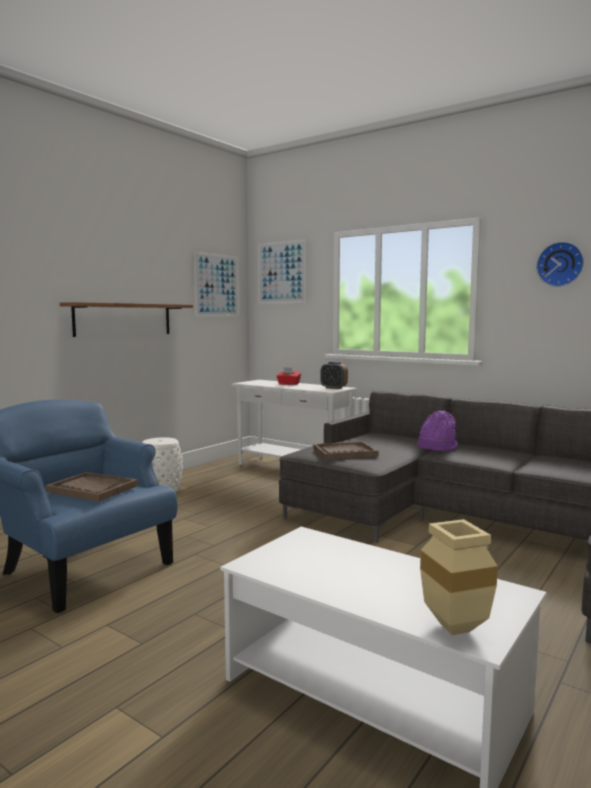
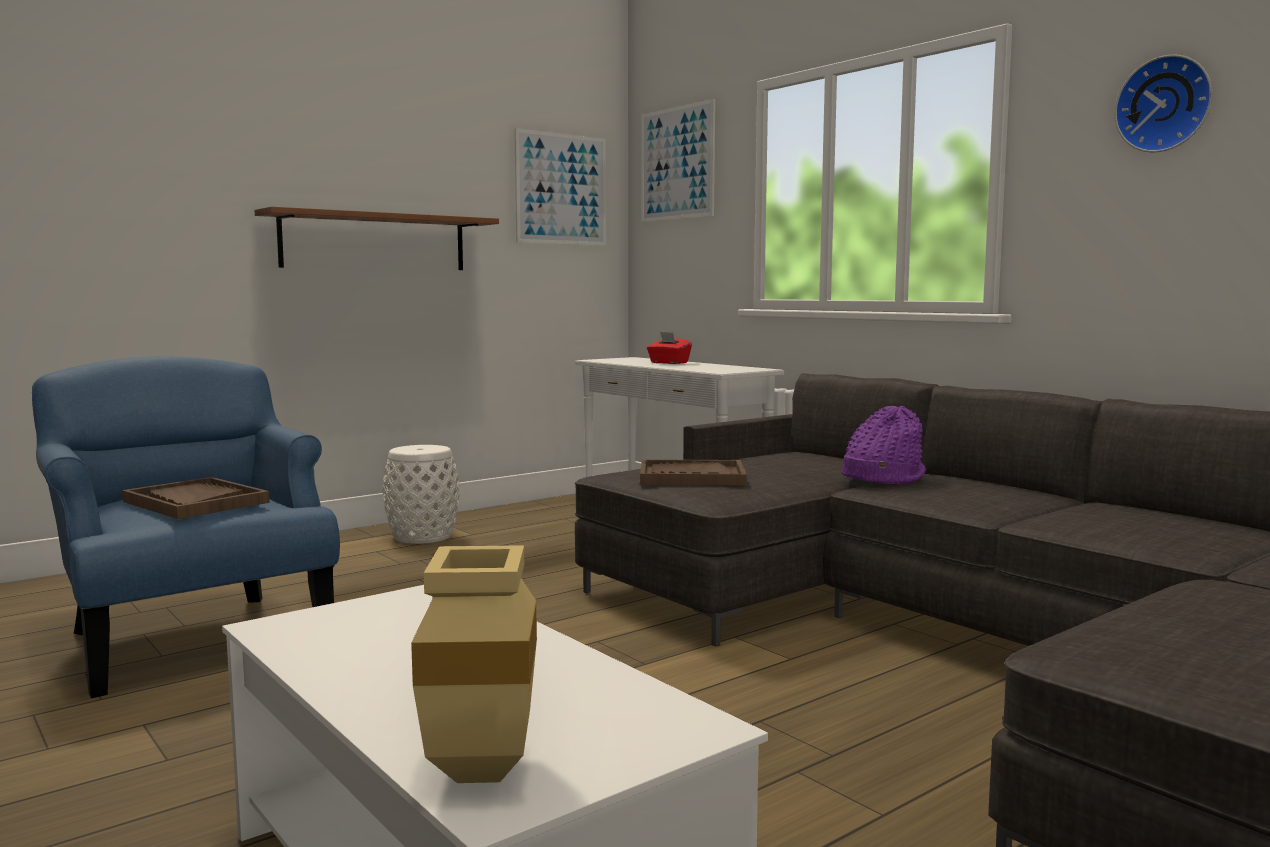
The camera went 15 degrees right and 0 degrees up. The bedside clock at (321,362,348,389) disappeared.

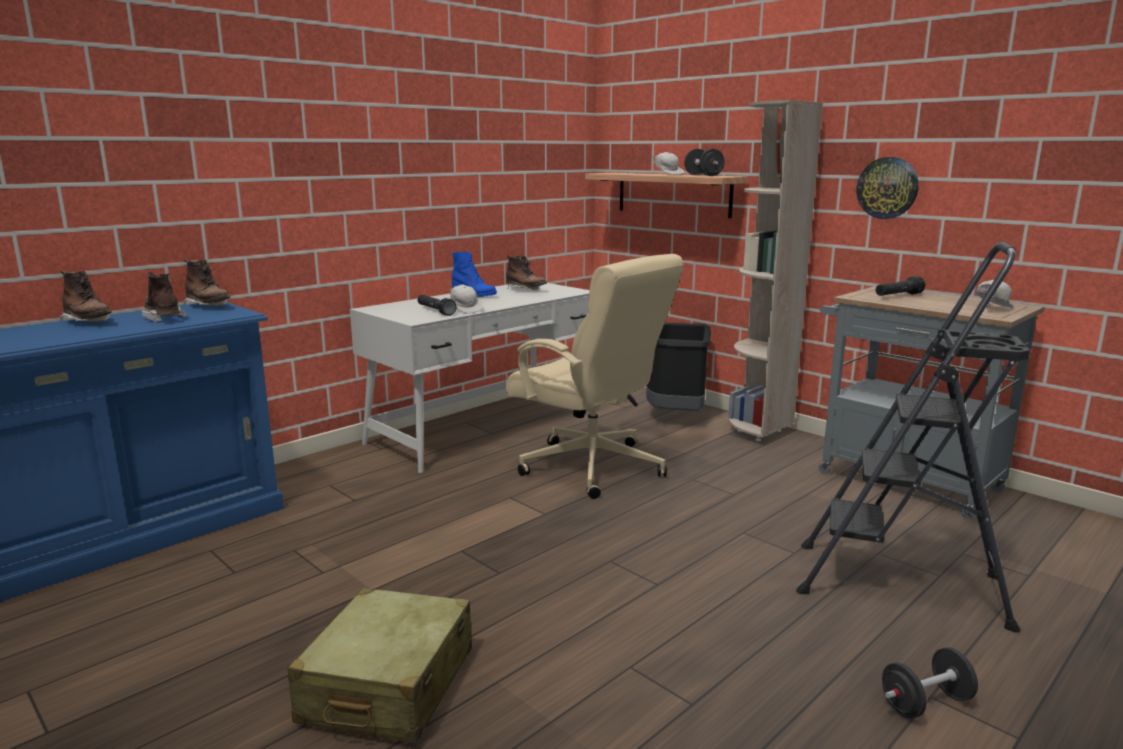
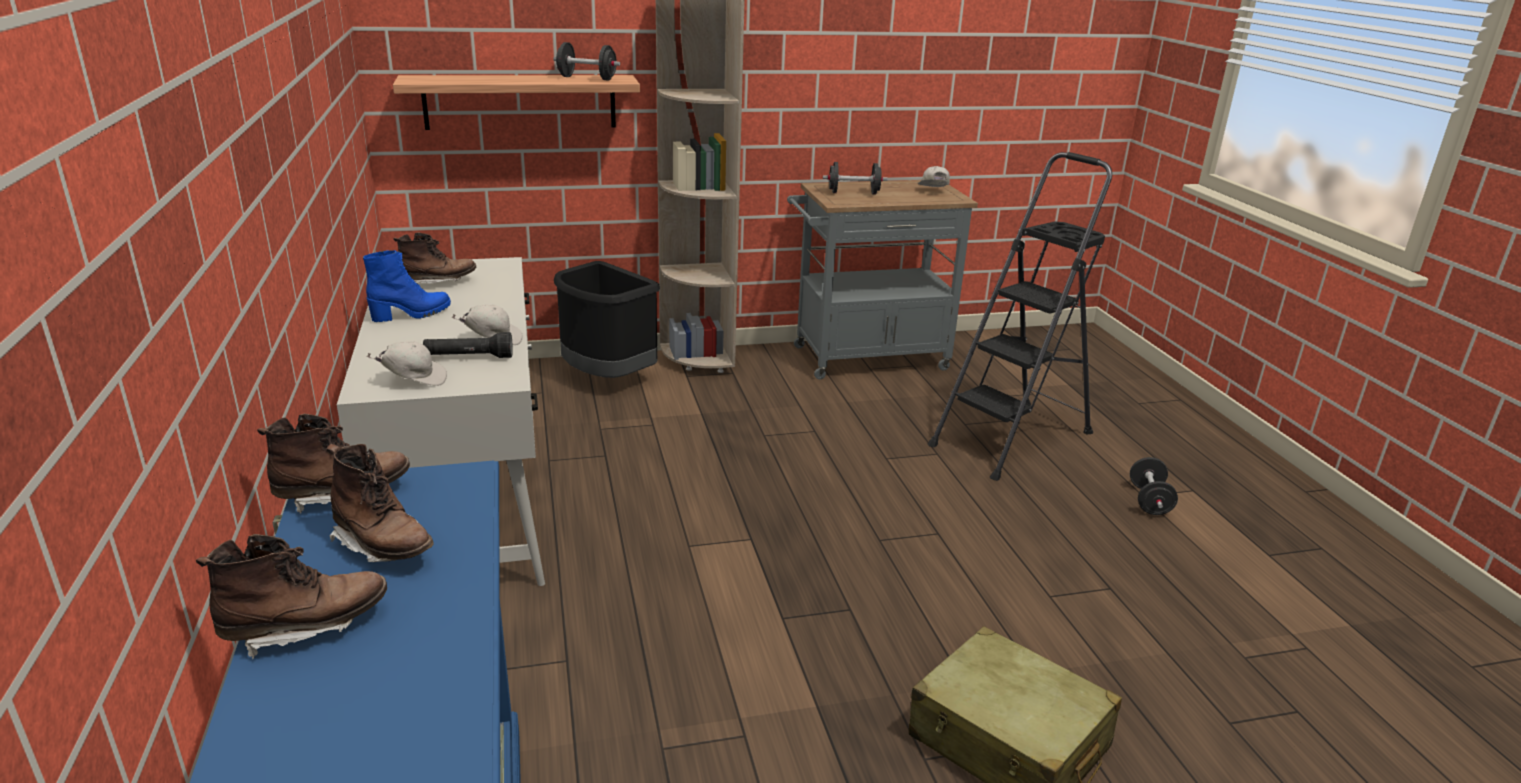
The camera went 60 degrees left and 10 degrees up. The boot (brownish) at (141,272,186,322) turned 135 degrees counterclockwise. The baseball cap (white-coloured) moved from (651,152,685,175) to (366,341,447,386). The flashlight (blackish) at (876,276,925,296) was replaced by the free weight (blackish) at (823,162,888,195). The desk chair (beige-coloured) at (506,254,683,499) disappeared. The clock on the wall at (857,157,919,219) disappeared.

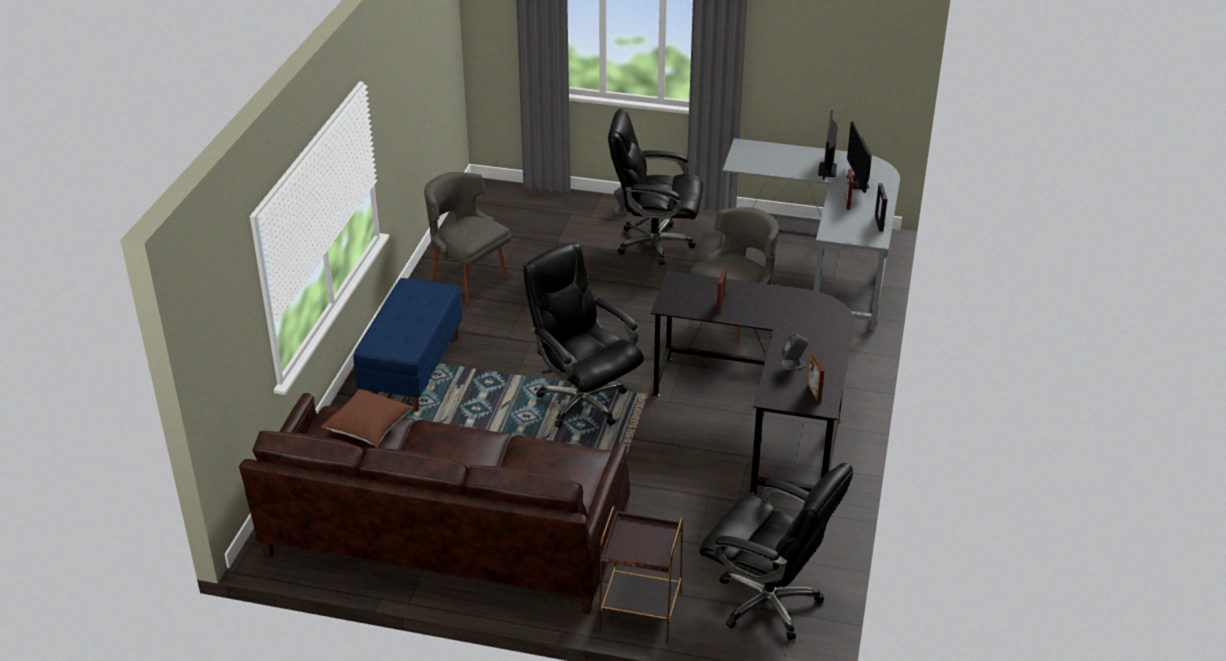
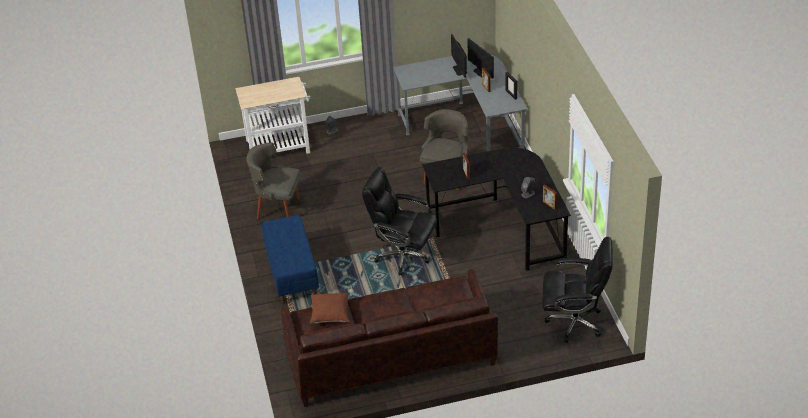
The camera went 25 degrees left and 5 degrees up. The wheeled cart (white-coloured) at (236,77,311,154) appeared. The end table (brownish) at (599,506,683,643) disappeared. The desk chair (blackish) at (608,109,703,265) disappeared.

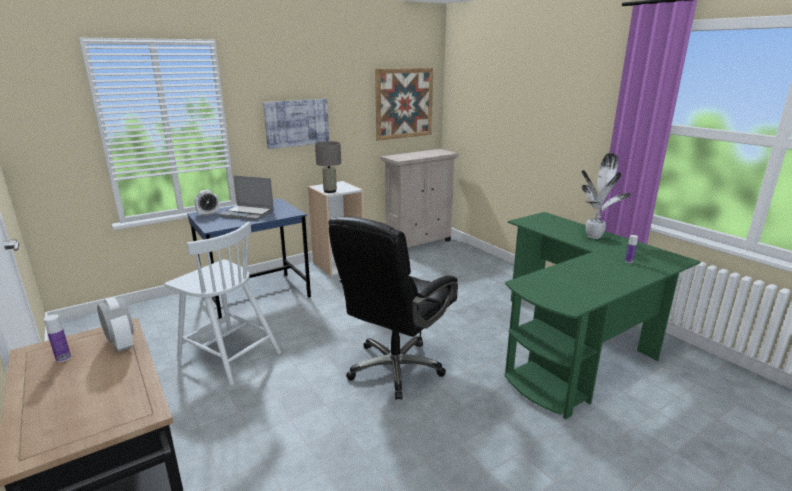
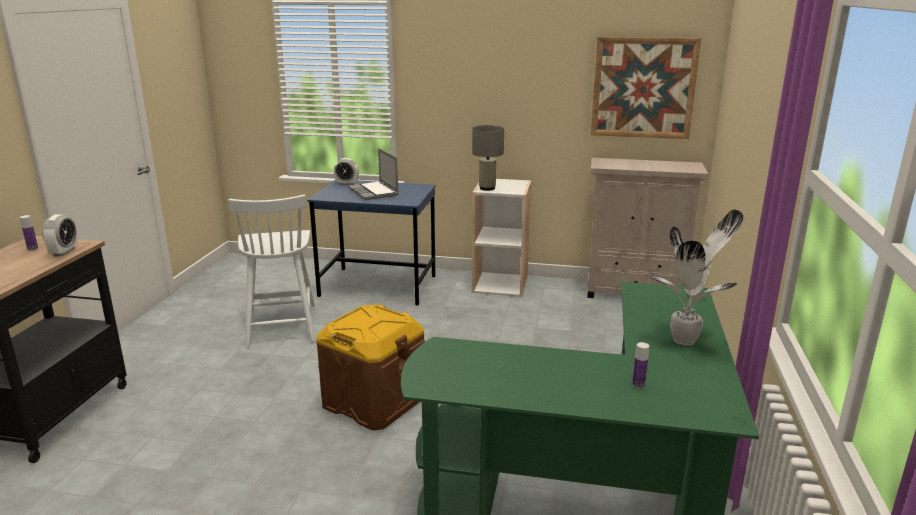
The camera went 45 degrees right and 0 degrees up. The desk chair (blackish) at (329,217,458,400) was replaced by the storage bin (brownish) at (317,304,425,430). The wall picture at (263,99,329,149) disappeared.

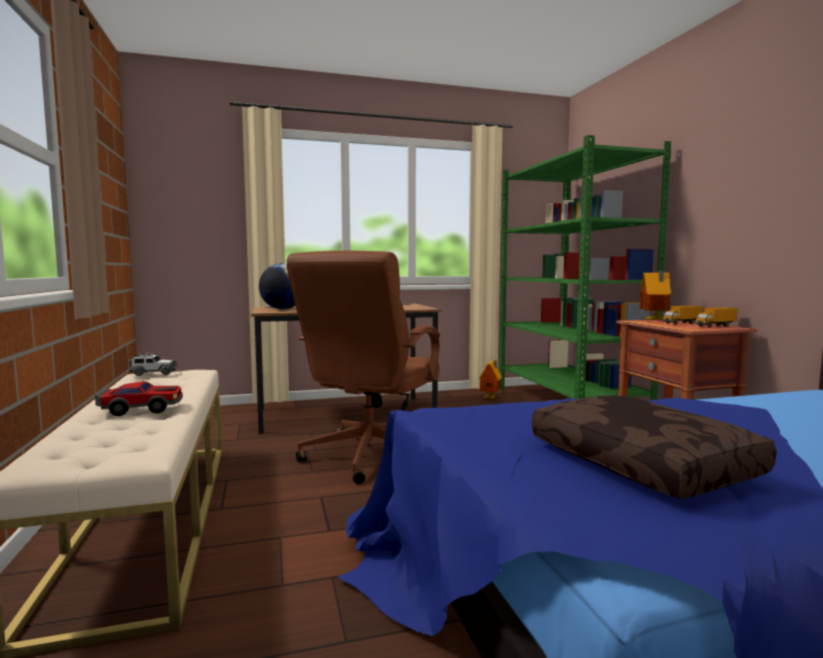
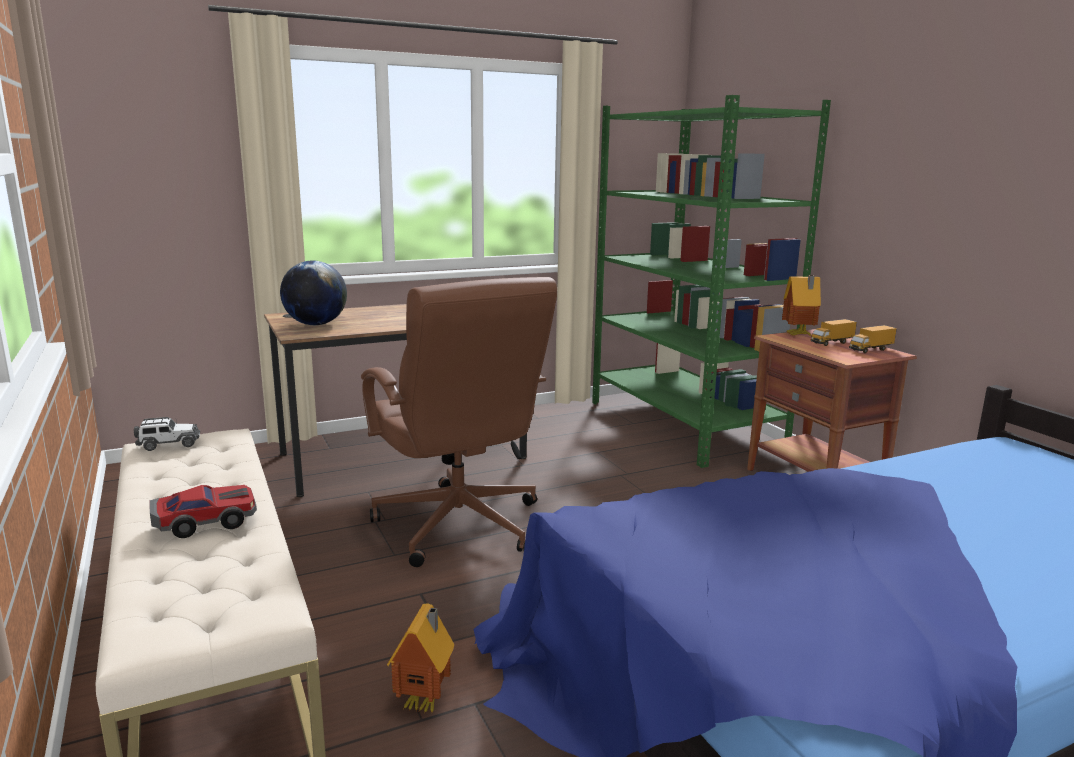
The camera went 10 degrees left and 10 degrees up. The desk chair (brownish) at (287,251,440,484) turned 45 degrees counterclockwise. The model house moved from (479,360,502,399) to (387,603,454,714). The pillow (brownish) at (532,395,776,499) disappeared.

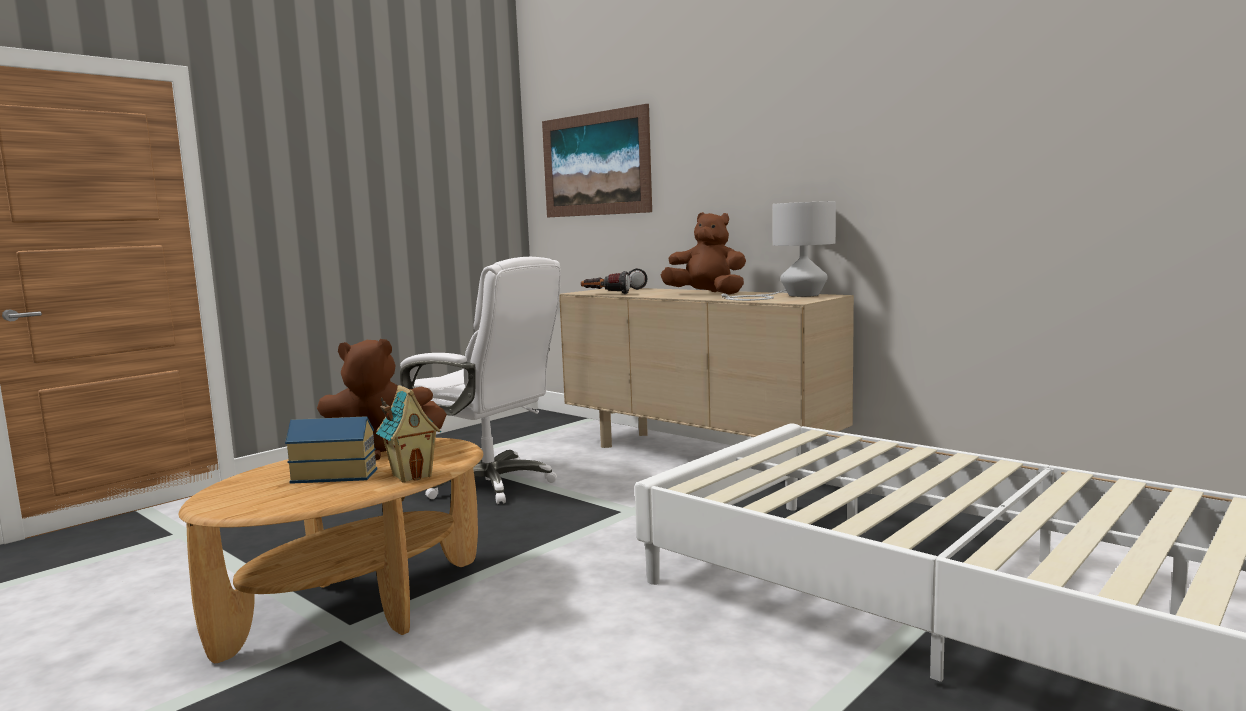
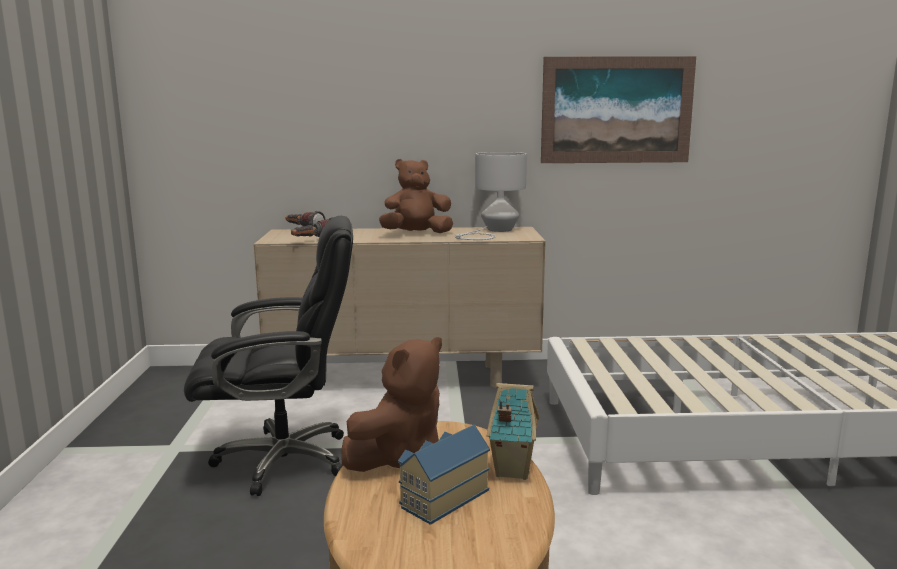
The camera went 45 degrees left and 5 degrees up. The desk chair (white-coloured) at (400,257,561,504) became the desk chair (blackish) at (184,216,353,496). The wall picture moved from (542,104,652,217) to (541,56,696,163).

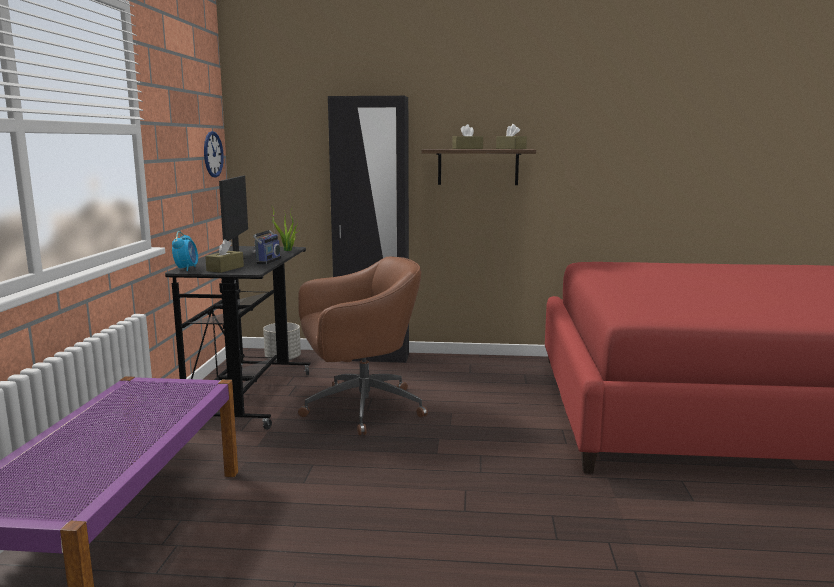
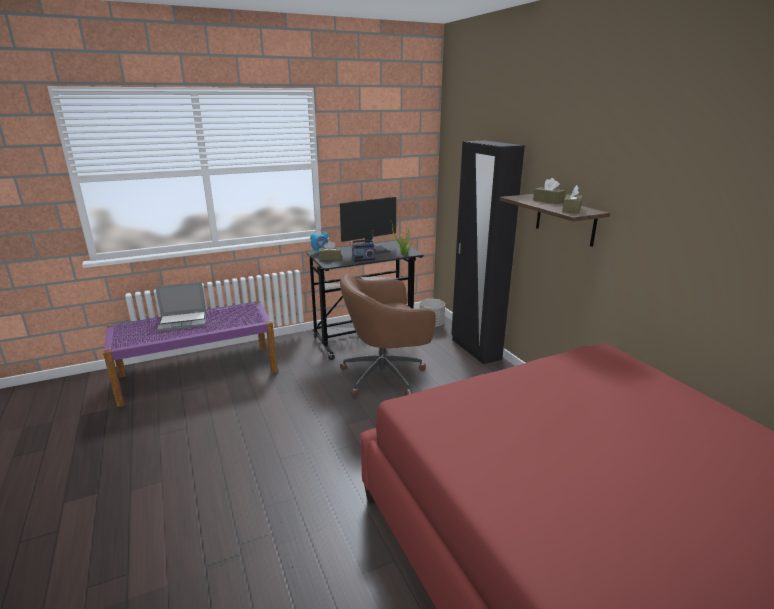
The camera went 60 degrees right and 10 degrees up. The laptop at (155,282,207,332) appeared. The desk chair (brownish) at (298,256,428,435) turned 120 degrees clockwise. The clock on the wall at (204,131,224,177) disappeared.

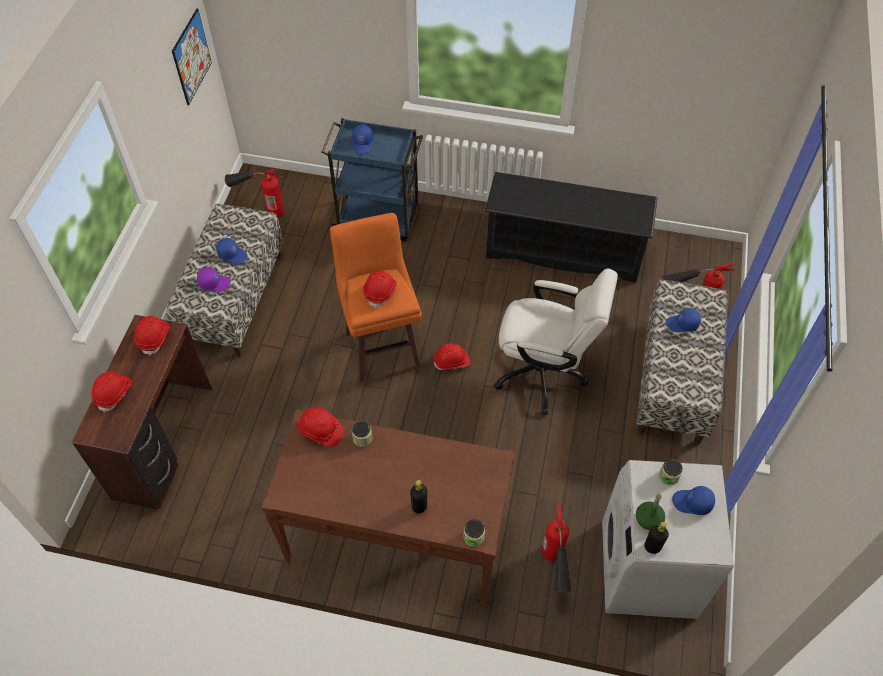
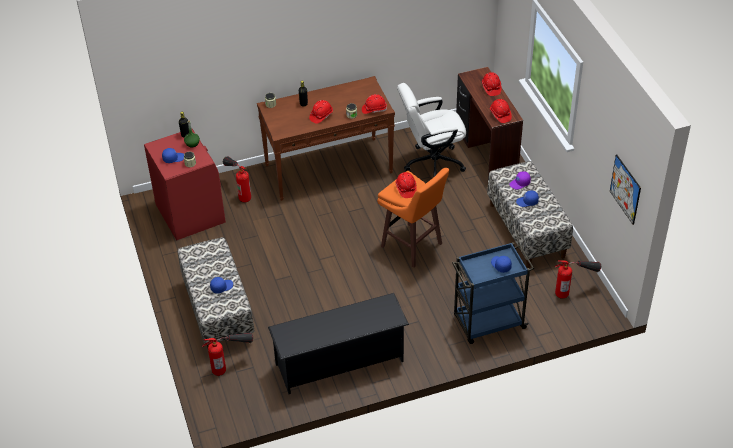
The camera went 150 degrees right and 10 degrees down. The laundry appliance (white-coloured) at (602,460,734,619) became the laundry appliance (reddish) at (144,129,226,241). The hard hat (reddish) moved from (434,343,470,370) to (309,100,333,124). The desk chair (white-coloured) moved from (494,269,618,415) to (397,83,466,178).

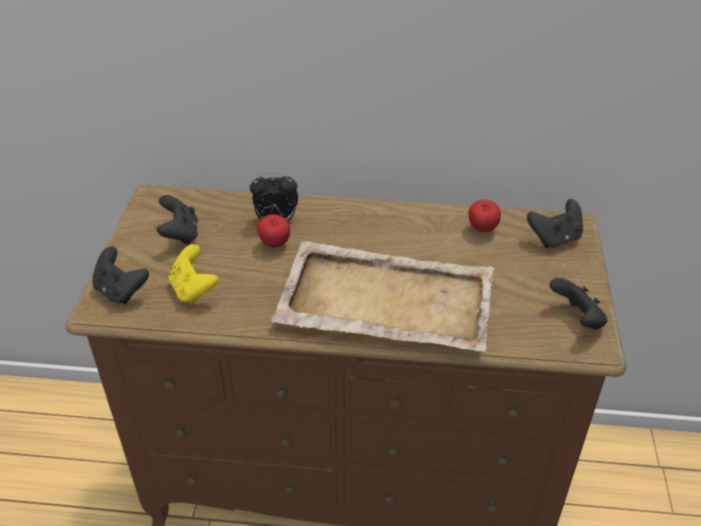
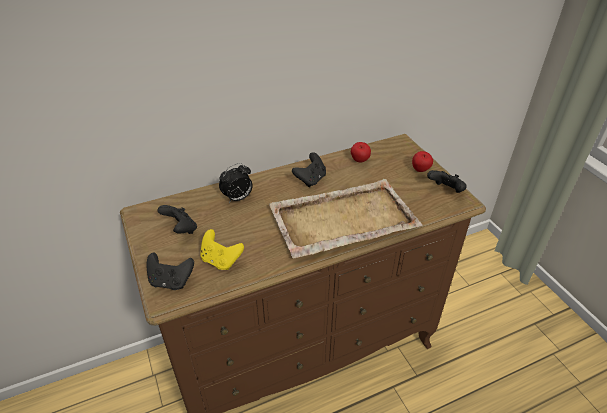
The camera went 30 degrees left and 0 degrees up. The joypad (blackish) moved from (527,199,583,248) to (292,152,326,187). The apple moved from (257,214,290,247) to (412,151,433,172).

